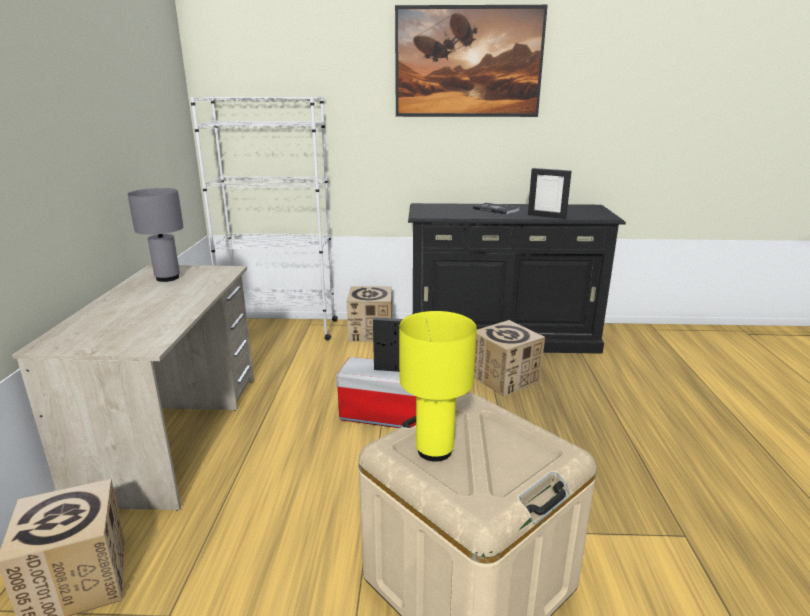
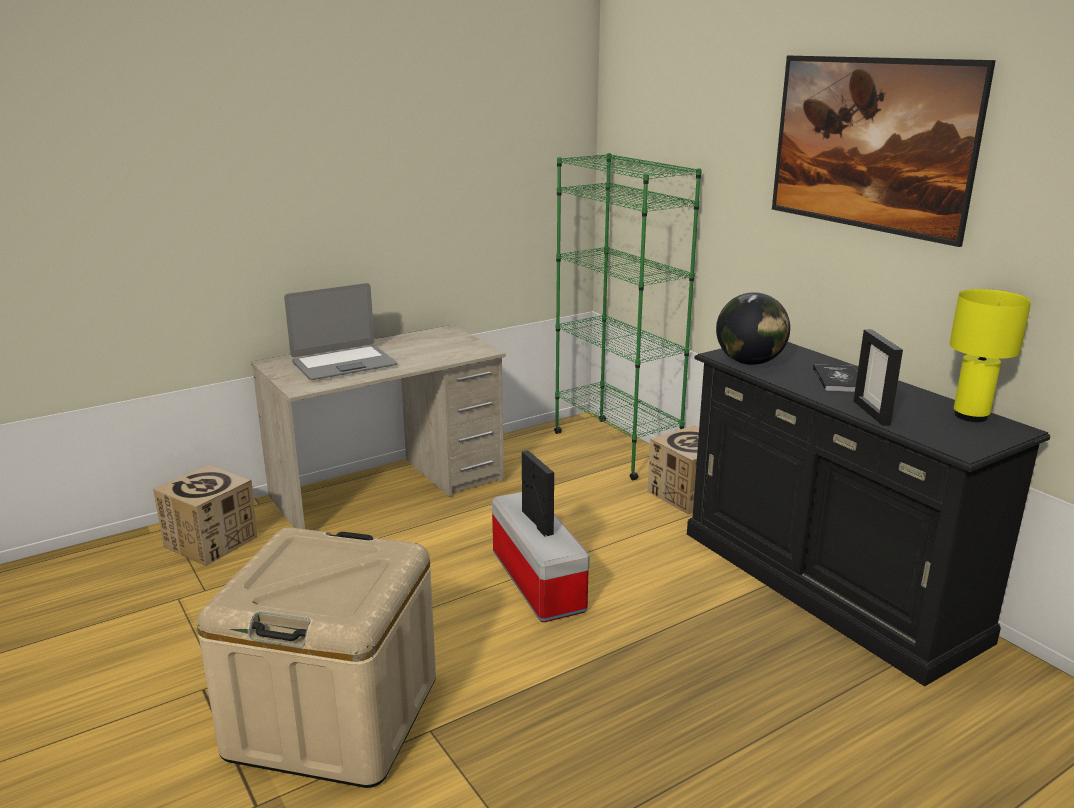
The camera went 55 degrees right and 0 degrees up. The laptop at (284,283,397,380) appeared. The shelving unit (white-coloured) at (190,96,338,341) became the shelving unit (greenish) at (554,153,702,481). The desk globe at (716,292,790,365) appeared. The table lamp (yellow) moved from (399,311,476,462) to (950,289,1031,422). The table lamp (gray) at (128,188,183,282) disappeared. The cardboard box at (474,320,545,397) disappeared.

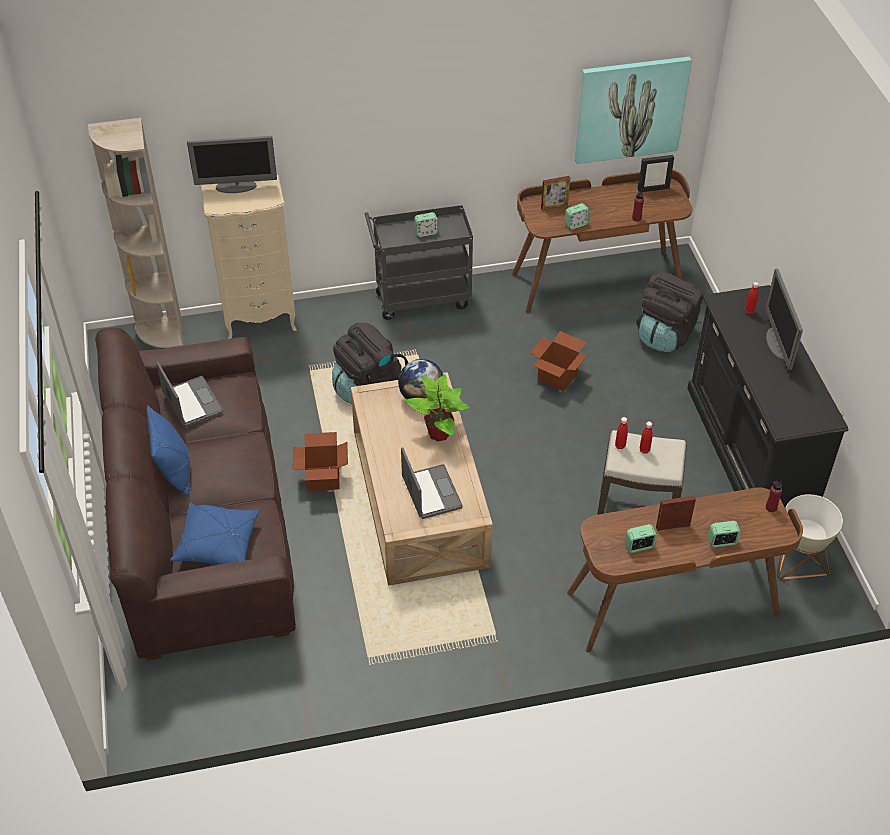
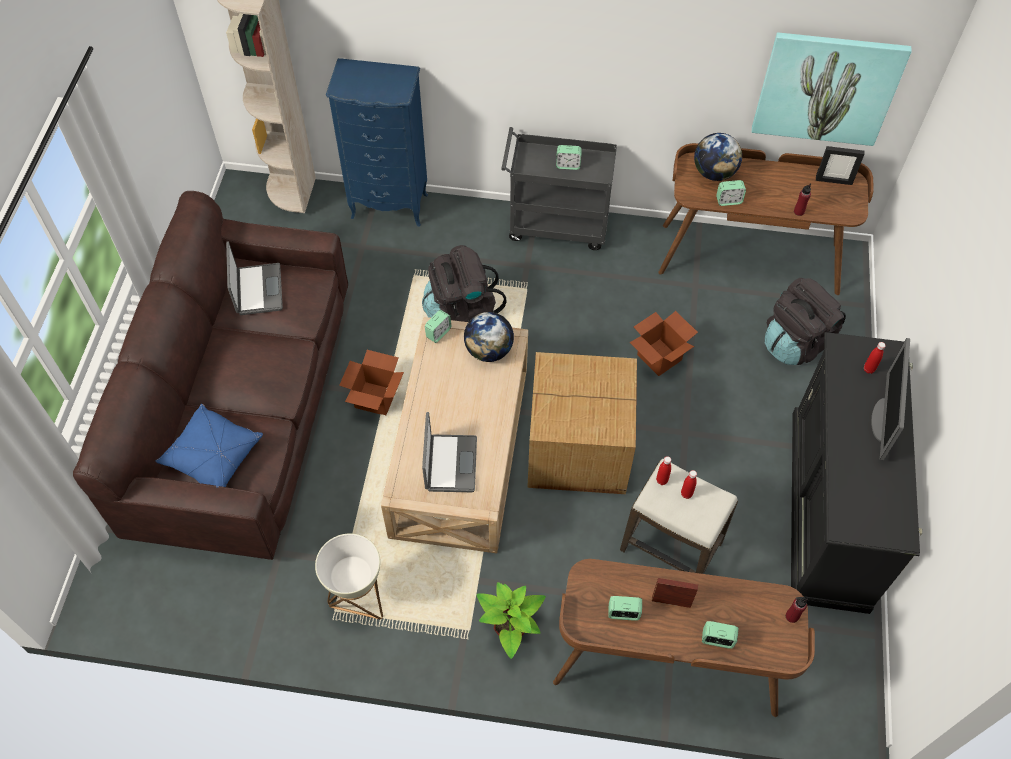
The camera went 20 degrees right and 10 degrees up. The plant pot moved from (777,494,843,580) to (315,533,383,619). The dresser (beige-coloured) at (200,174,297,339) became the dresser (blue-coloured) at (326,58,428,227). The bedside clock at (425,310,451,343) appeared. The plant in a pot moved from (404,374,469,442) to (477,582,546,659). The cardboard box at (527,352,637,494) appeared. The standing frame at (541,176,570,210) was replaced by the desk globe at (694,133,742,181). The pillow (blue-coloured) at (147,405,190,497) disappeared. The monitor at (187,136,277,193) disappeared.

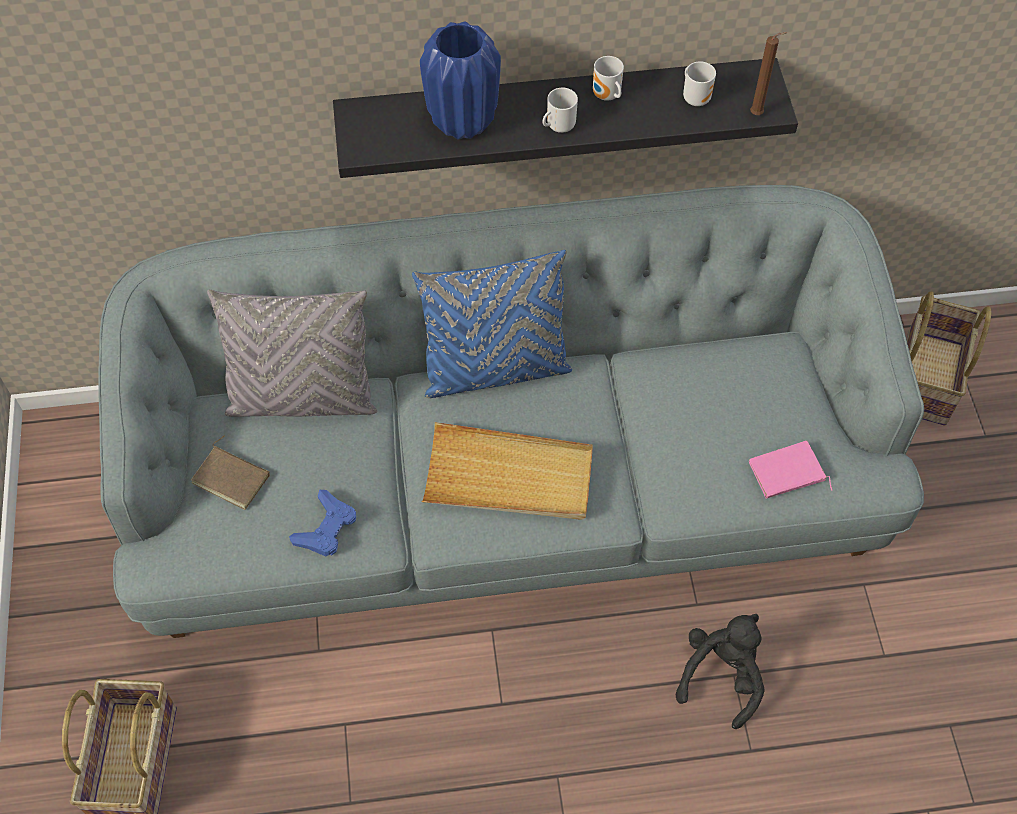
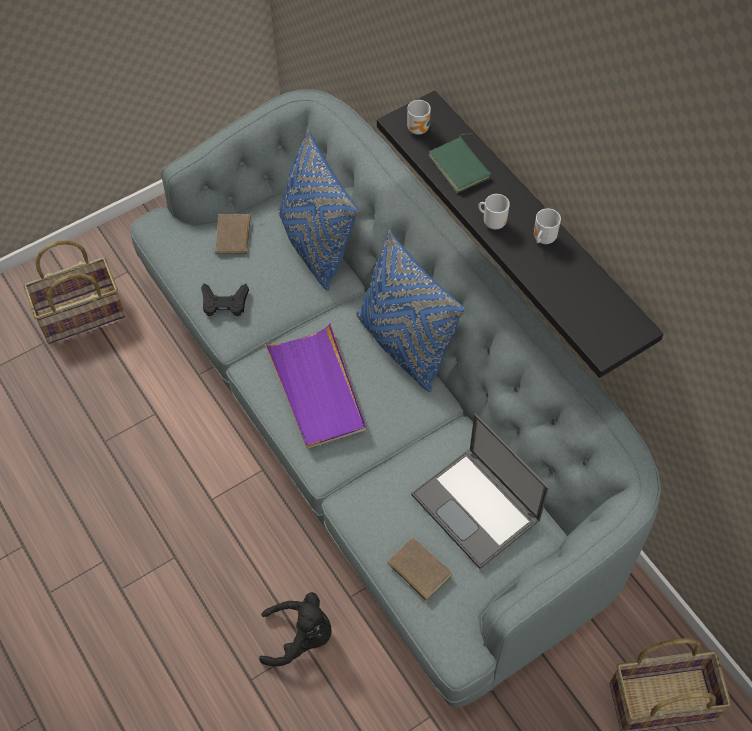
The camera went 65 degrees right and 0 degrees up. The joypad (blue-coloured) at (289,490,356,556) became the joypad (blackish) at (201,284,249,316). The carrying tray (beige-coloured) at (422,422,593,520) became the carrying tray (purple) at (265,323,366,449). The pillow (gray) at (207,289,377,417) became the pillow (blue-coloured) at (279,129,358,290). The bound book (pink) at (749,441,832,499) became the bound book (brownish) at (387,537,452,608). The mug moved from (683,61,716,106) to (407,100,431,135). The laptop at (411,413,549,569) appeared. The decorative vase (blue-coloured) at (420,22,501,139) was replaced by the bound book (greenish) at (429,133,492,193). The candle (brownish) at (750,32,787,115) disappeared.

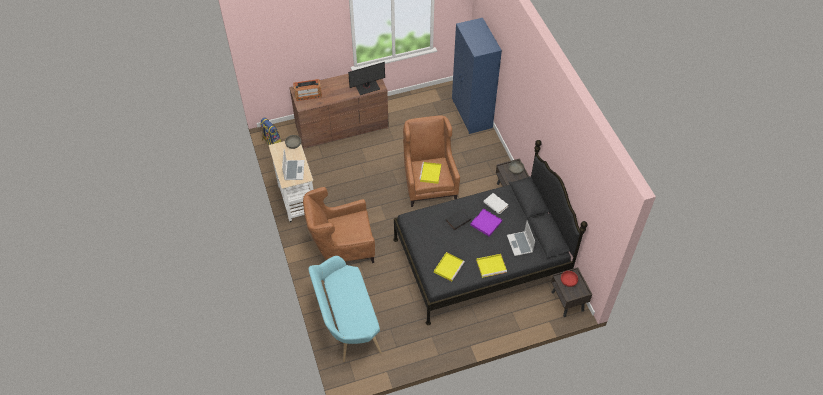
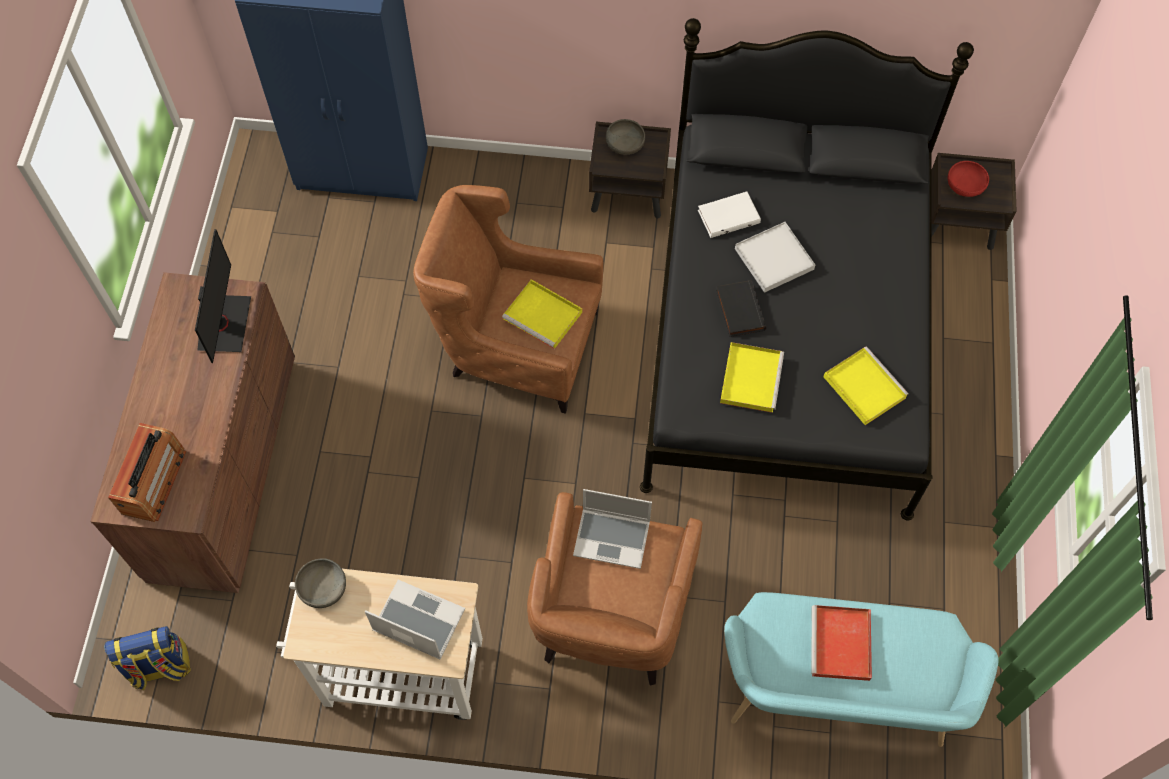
The camera went 65 degrees left and 10 degrees up. The laptop moved from (507,221,535,256) to (573,489,652,569). The carrying tray (yellow) moved from (476,254,507,278) to (720,342,784,413). The carrying tray (purple) at (470,209,502,237) became the carrying tray (white-coloured) at (735,222,815,293). The carrying tray (reddish) at (811,605,872,681) appeared.

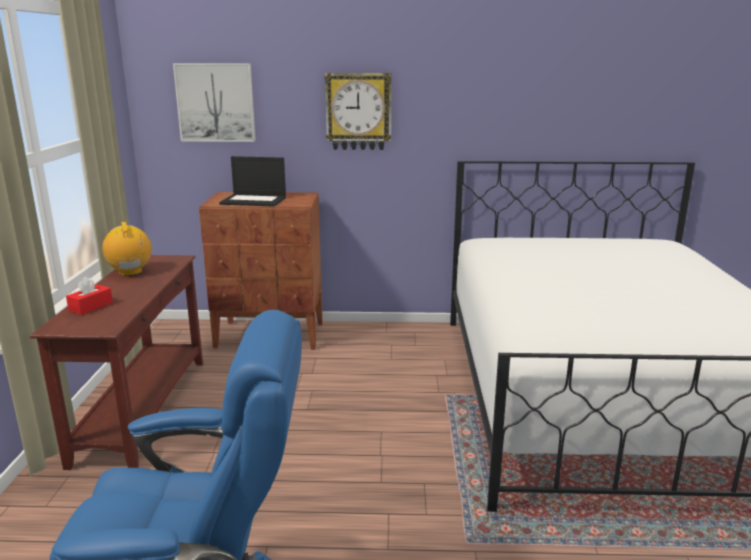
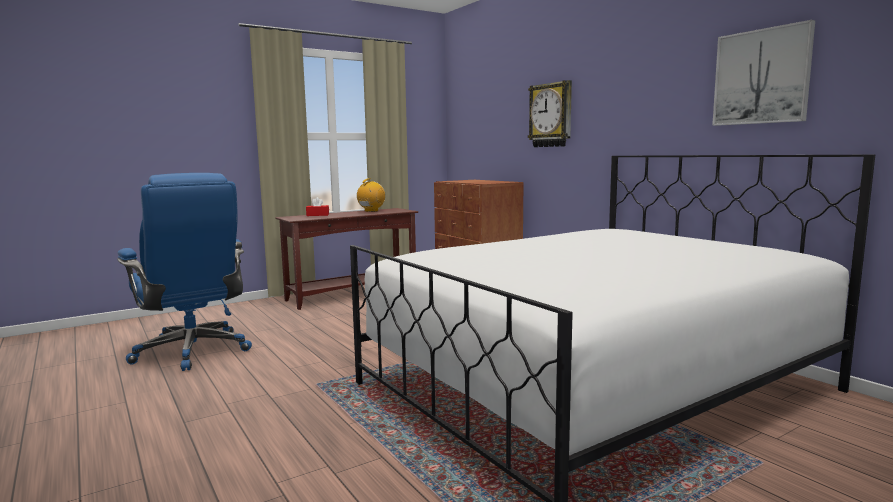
The camera went 55 degrees right and 10 degrees down. The wall picture moved from (173,63,256,142) to (712,20,815,126). The laptop at (219,156,286,207) disappeared.

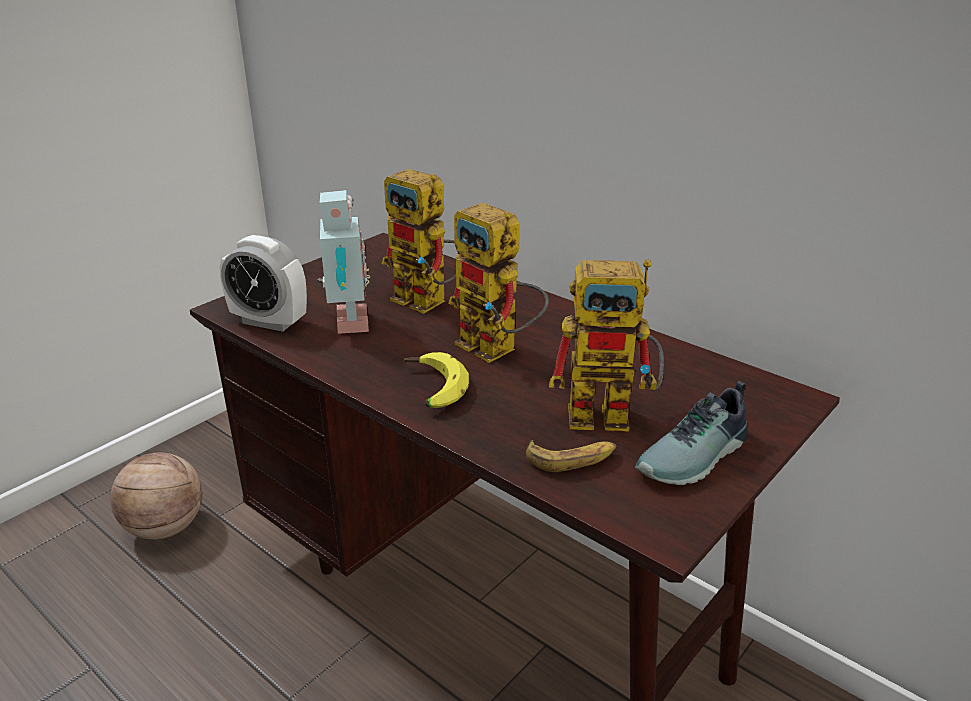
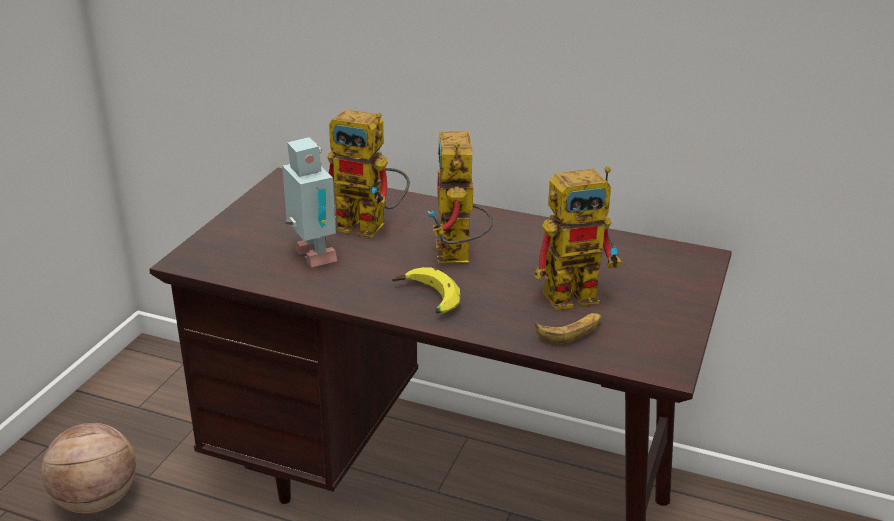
The camera went 20 degrees left and 0 degrees up. The toy robot at (448,203,549,363) turned 60 degrees clockwise. The bedside clock at (220,235,307,332) disappeared. The low shoe at (635,381,748,485) disappeared.

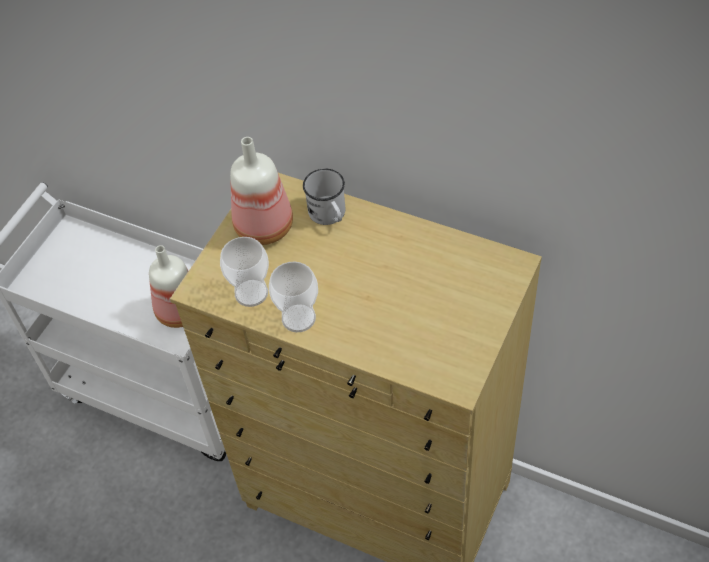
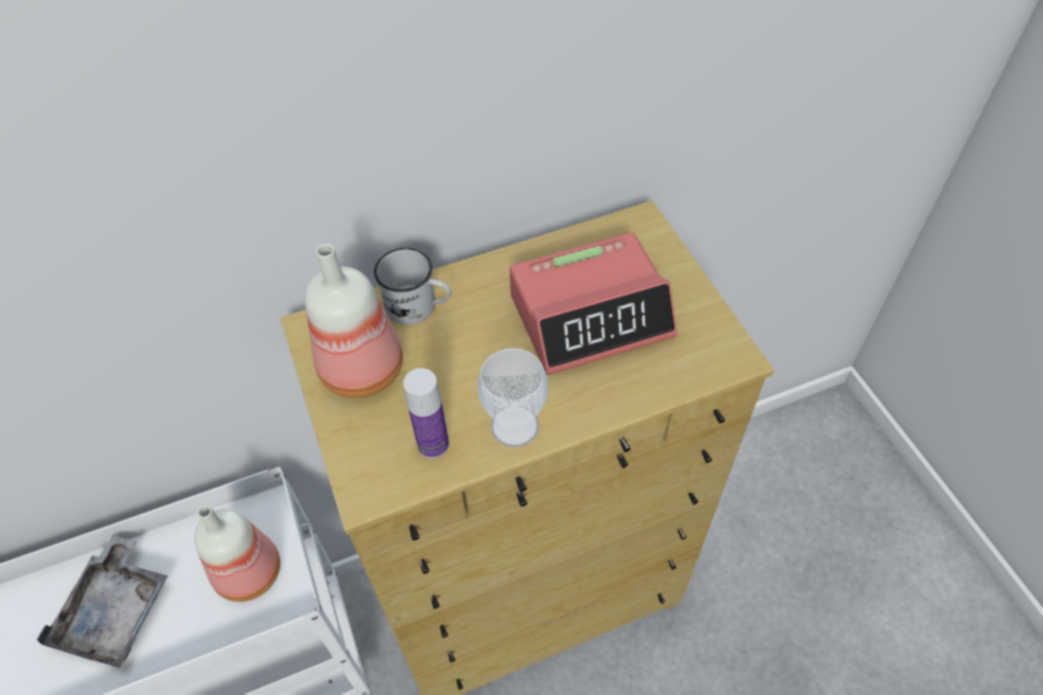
The camera went 50 degrees left and 0 degrees up. The carrying tray (gray) at (37,535,168,668) appeared. The small cup at (220,237,269,307) was replaced by the beverage bottle at (403,368,449,459). The bedside clock at (509,232,677,375) appeared.

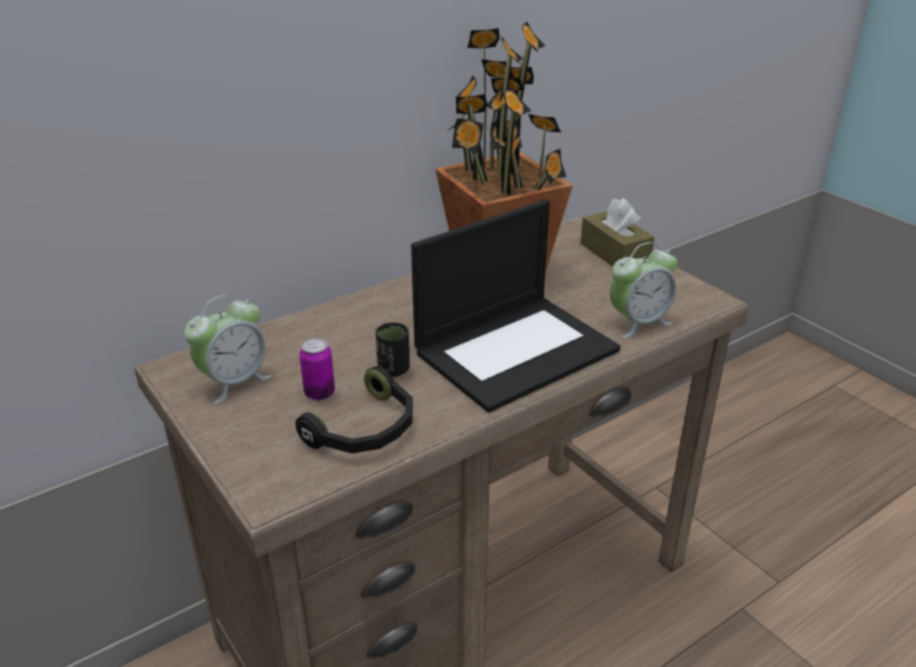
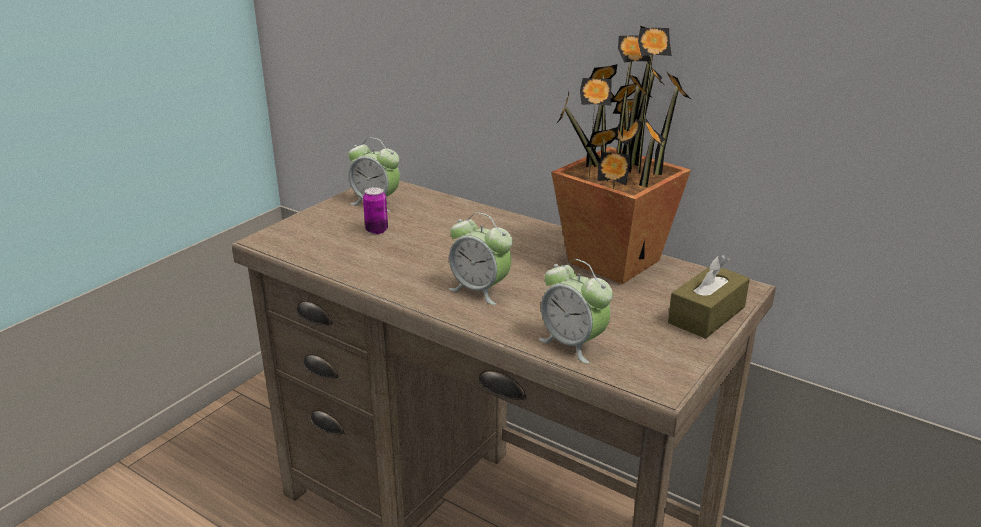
The camera went 70 degrees right and 5 degrees down. The laptop at (411,200,620,413) was replaced by the bedside clock at (449,212,513,305). The pair of headphones (blackish) at (295,366,413,453) disappeared. The small cup (blackish) at (376,322,410,377) disappeared.

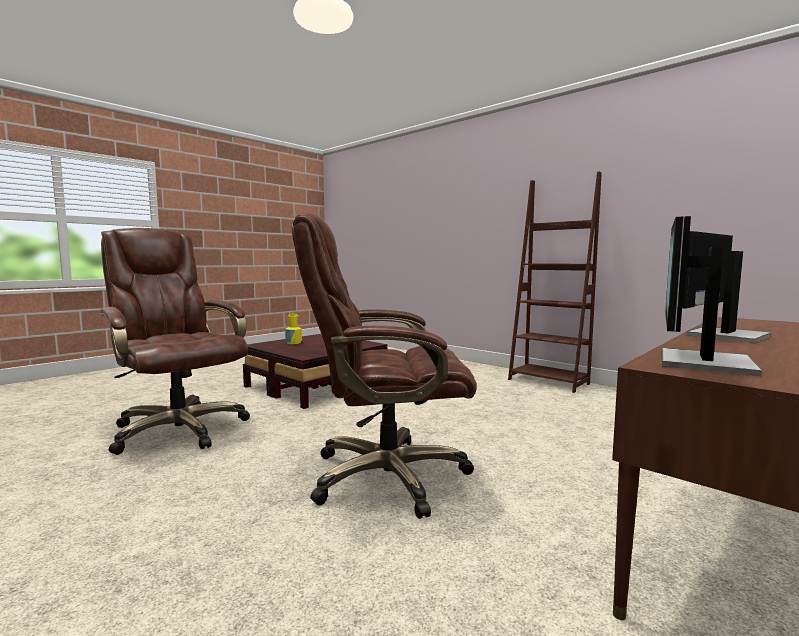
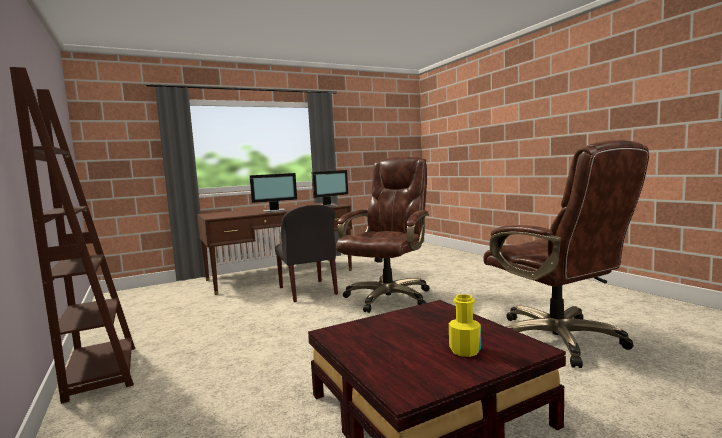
The camera went 160 degrees left and 0 degrees up. The plain chair (gray) at (275,205,338,302) appeared. The desk chair (brownish) at (291,213,477,519) turned 75 degrees counterclockwise.

